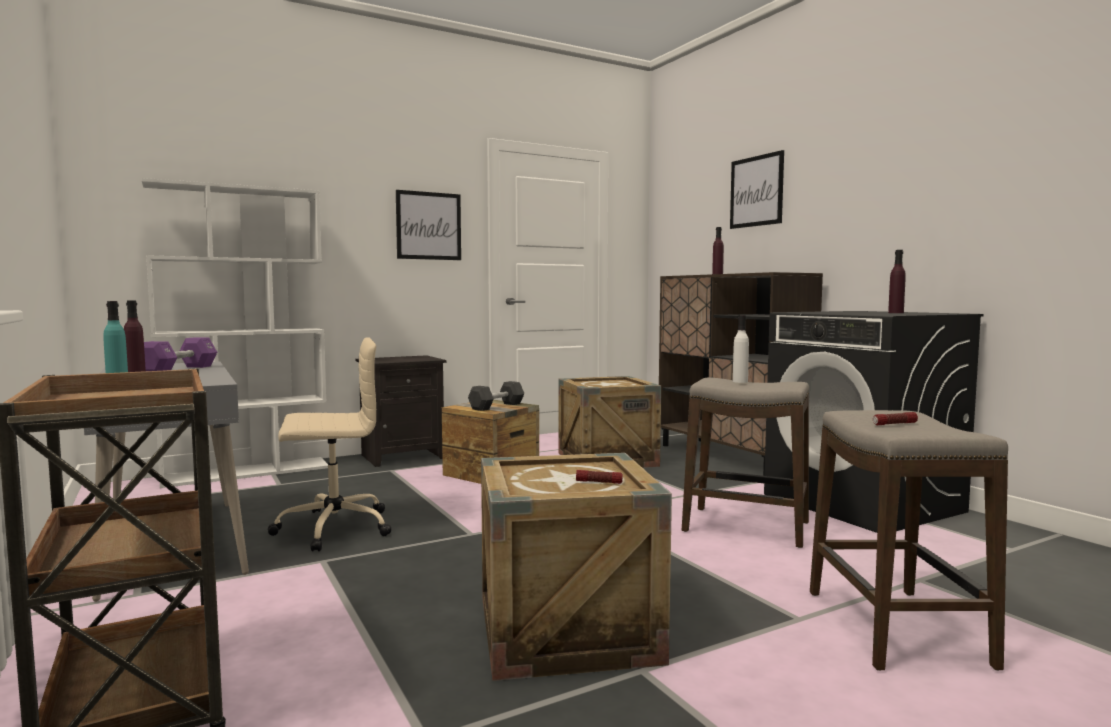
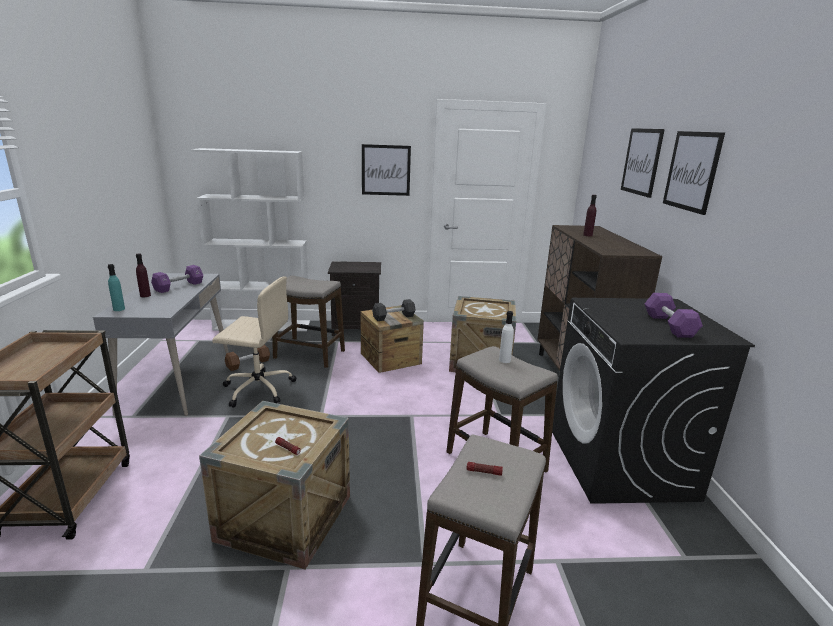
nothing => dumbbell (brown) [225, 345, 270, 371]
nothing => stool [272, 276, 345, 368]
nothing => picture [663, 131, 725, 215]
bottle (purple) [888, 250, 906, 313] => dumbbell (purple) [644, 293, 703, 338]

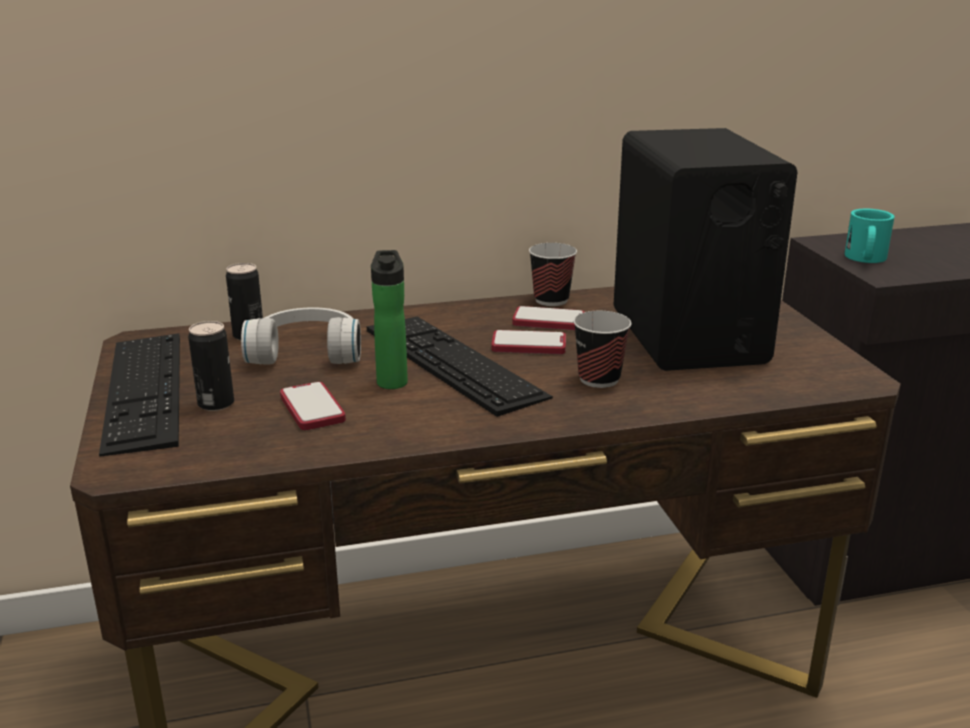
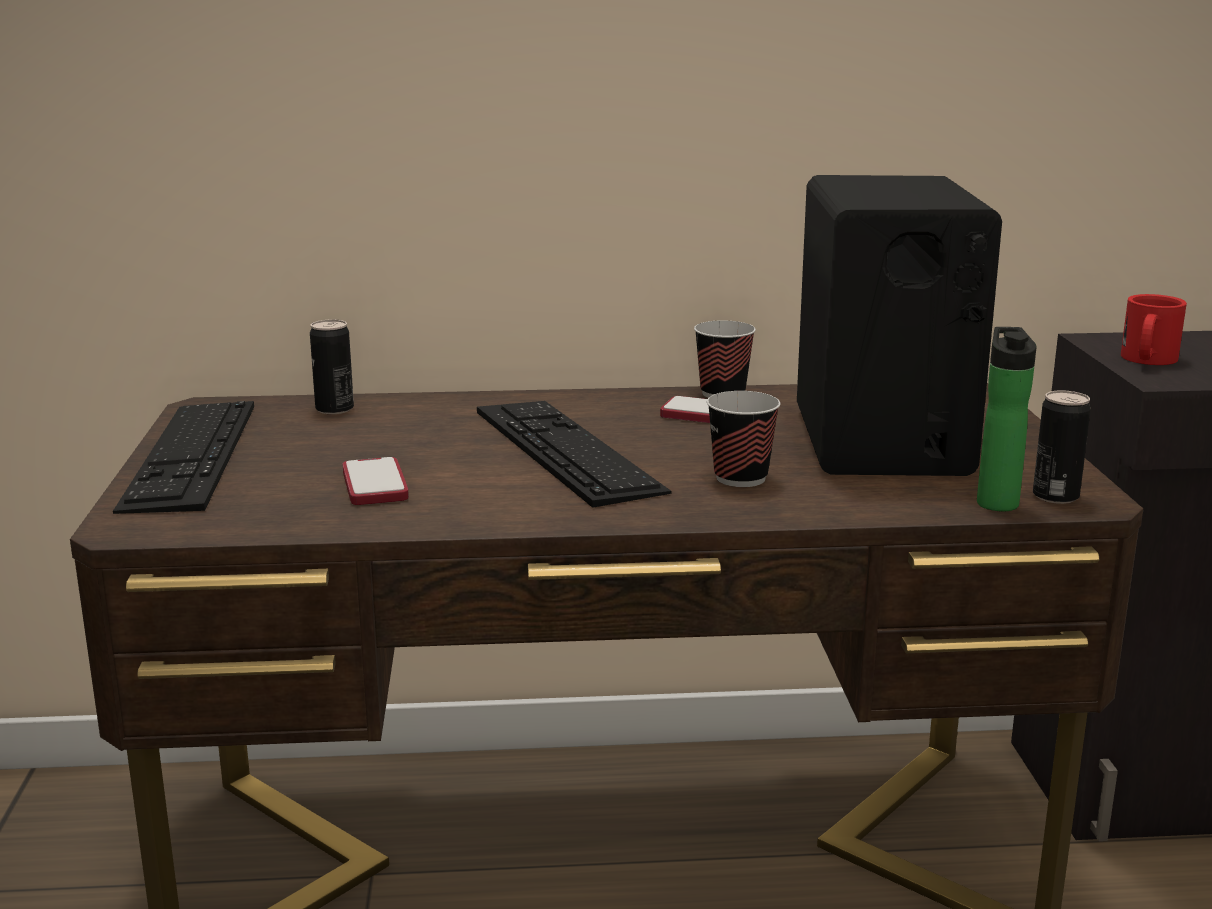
headphones (white) [241, 307, 361, 365] => nothing
phone [492, 330, 566, 354] => nothing
can [188, 321, 234, 411] => can [1033, 390, 1091, 504], moved
bottle [371, 250, 408, 389] => bottle [977, 327, 1037, 511], moved
mug (turquoise) [845, 209, 894, 263] => mug (red) [1121, 294, 1187, 365]

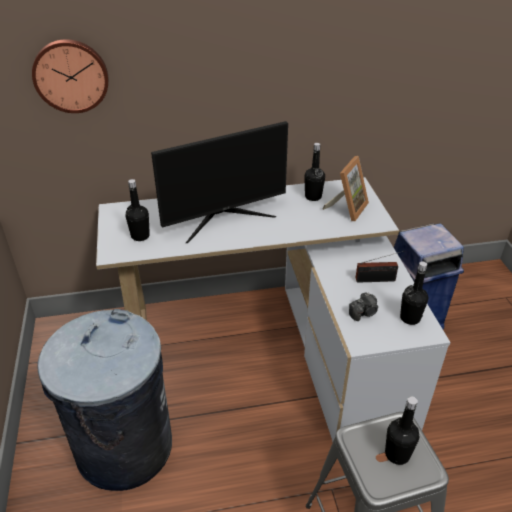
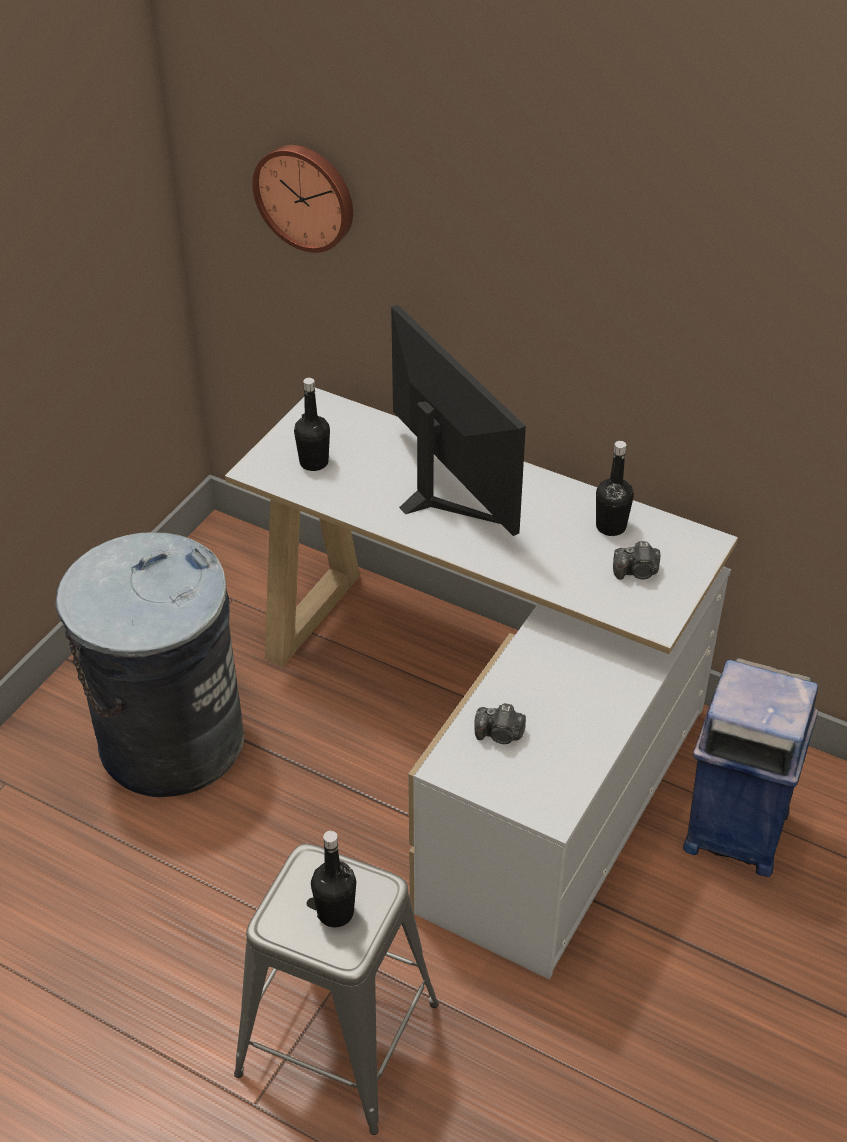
radio [355, 251, 404, 283] => nothing
bottle (black) [400, 261, 428, 325] => nothing
picture frame [323, 156, 369, 221] => photo camera [613, 541, 660, 580]
monitor [151, 121, 288, 243] => monitor [391, 305, 526, 536], 135 degrees counterclockwise

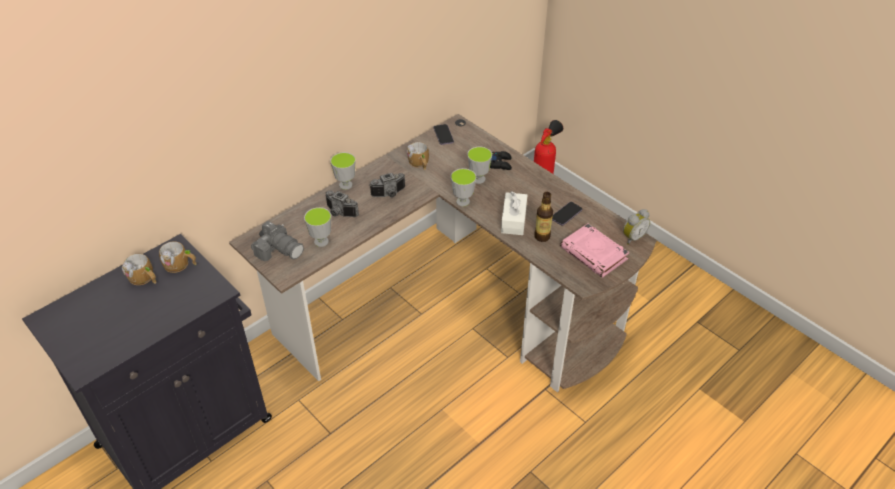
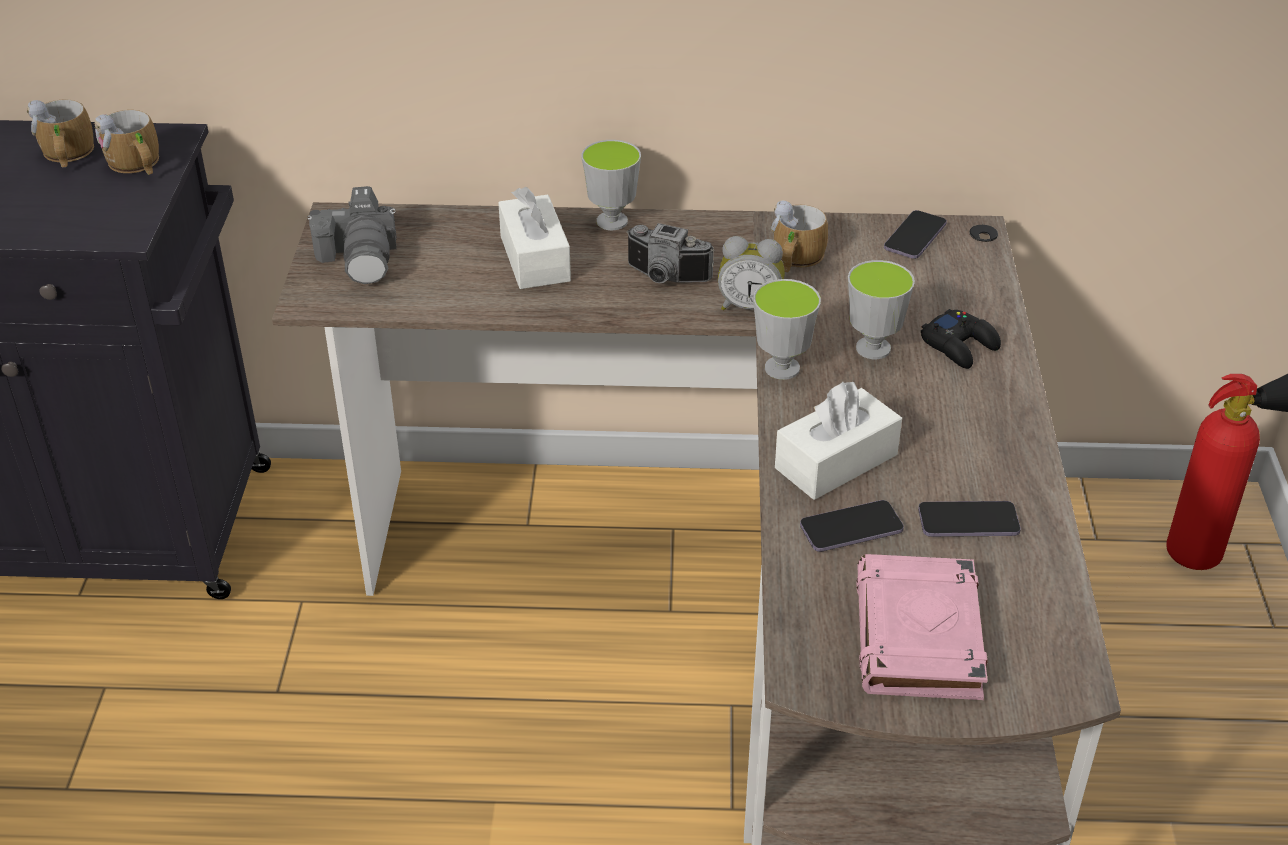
cup [304, 207, 331, 247] => nothing
alarm clock [623, 209, 650, 245] => alarm clock [718, 236, 785, 310], moved
photo camera [325, 190, 359, 217] => tissue box (white) [498, 187, 571, 289]
bottle [534, 192, 553, 242] => phone [800, 500, 904, 552]

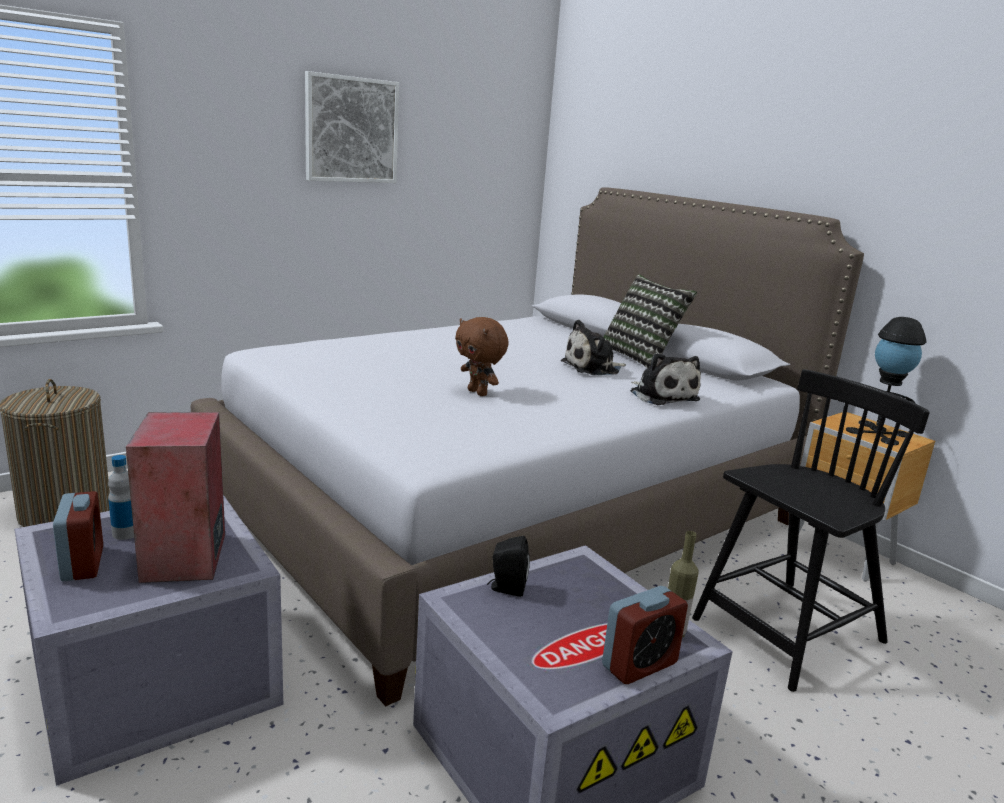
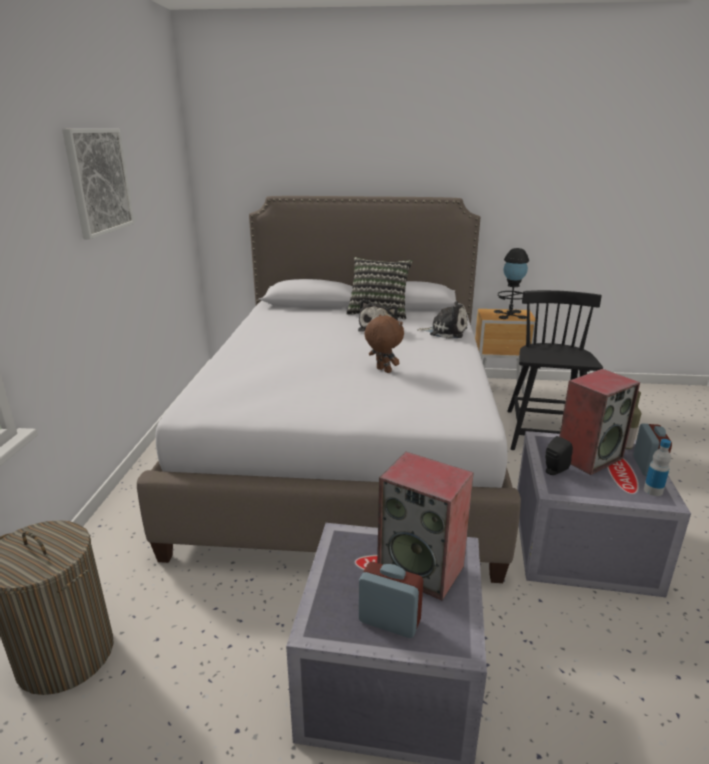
nothing => speaker [559, 369, 640, 475]
bottle [108, 455, 134, 540] => bottle [644, 439, 671, 496], moved
plush toy (brown) [455, 317, 509, 396] => plush toy (brown) [364, 315, 404, 373], 135 degrees counterclockwise

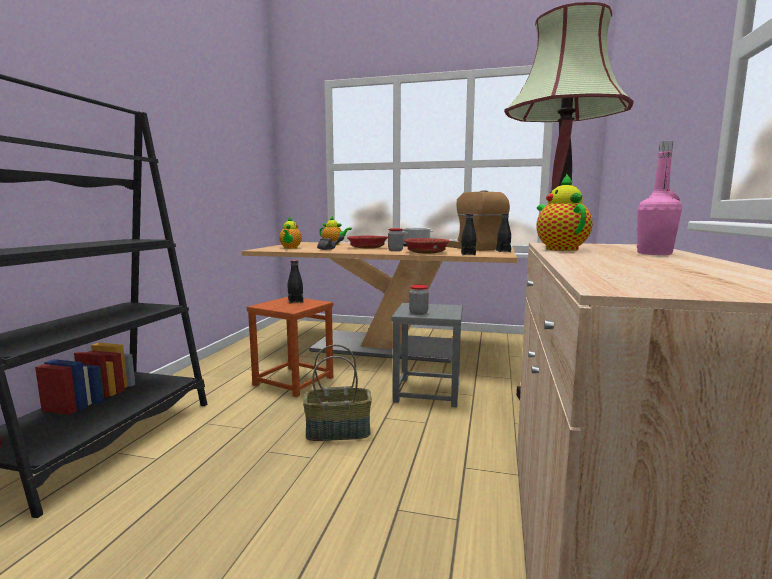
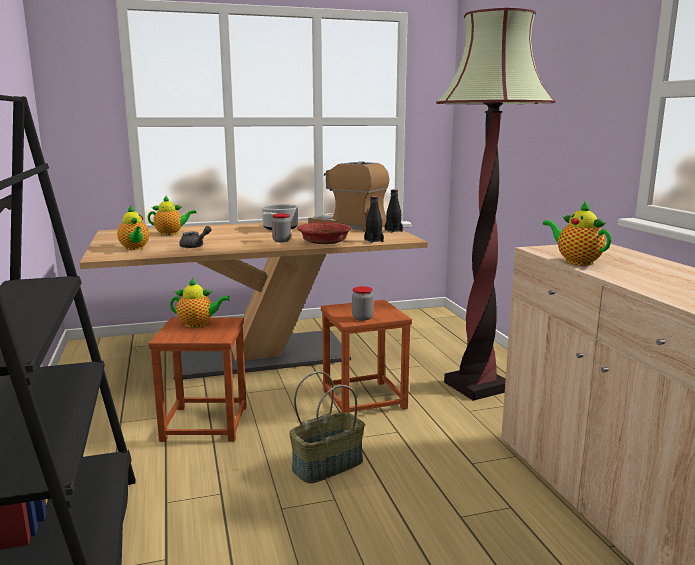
bowl (red) [347, 235, 388, 249] => nothing
bottle (pink) [637, 141, 682, 255] => nothing
bottle (black) [288, 260, 303, 303] => teapot [170, 278, 230, 328]
stool (grey) [392, 303, 463, 408] => stool (brown) [321, 300, 412, 413]

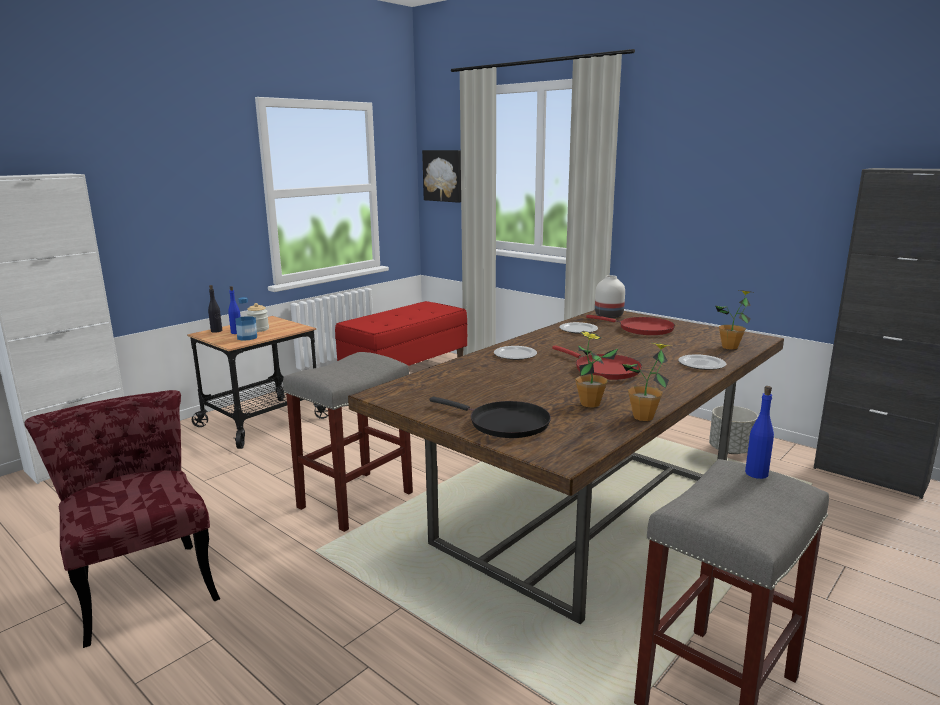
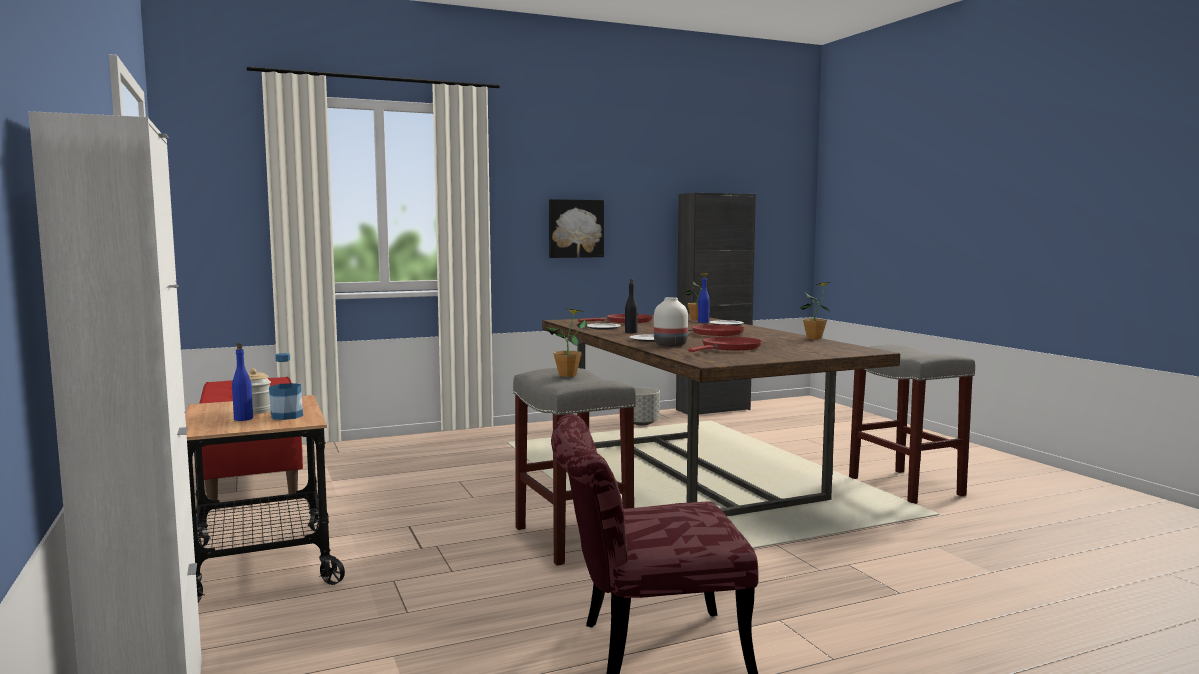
frying pan (black) [429, 397, 551, 438] => nothing
nothing => frying pan (red) [688, 337, 762, 352]
bottle (black) [208, 285, 222, 333] => bottle (black) [625, 279, 638, 333], moved
picture [422, 150, 461, 203] => picture [549, 199, 604, 258], moved
potted plant [575, 331, 618, 407] => potted plant [546, 309, 588, 377], moved
vase (white) [595, 275, 625, 318] => vase (white) [654, 297, 688, 347], moved
bottle (blue) [745, 386, 774, 479] => bottle (blue) [698, 274, 710, 323], moved

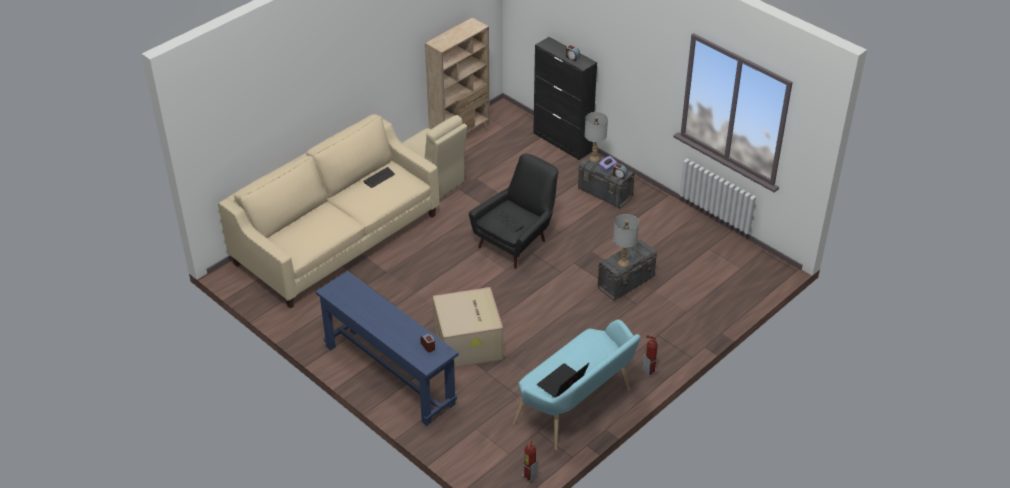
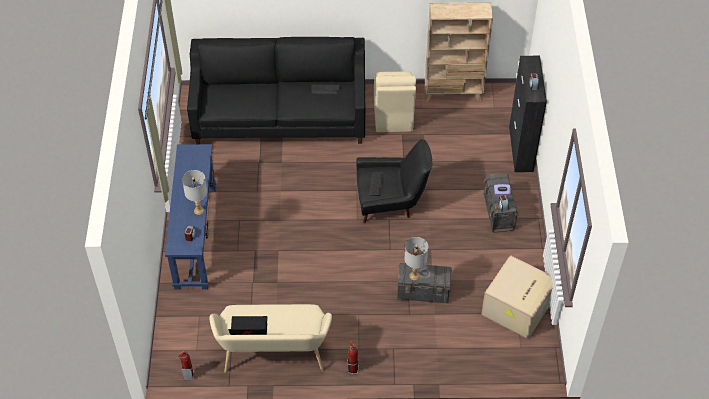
cardboard box [433, 287, 503, 368] => cardboard box [481, 255, 553, 339], moved
table lamp (grey) [585, 112, 608, 162] => table lamp (grey) [182, 170, 207, 215], moved
sofa (beige) [218, 114, 440, 309] => sofa (black) [187, 37, 365, 144]
bench (turquoise) [513, 320, 641, 451] => bench (beige) [209, 304, 332, 373]

